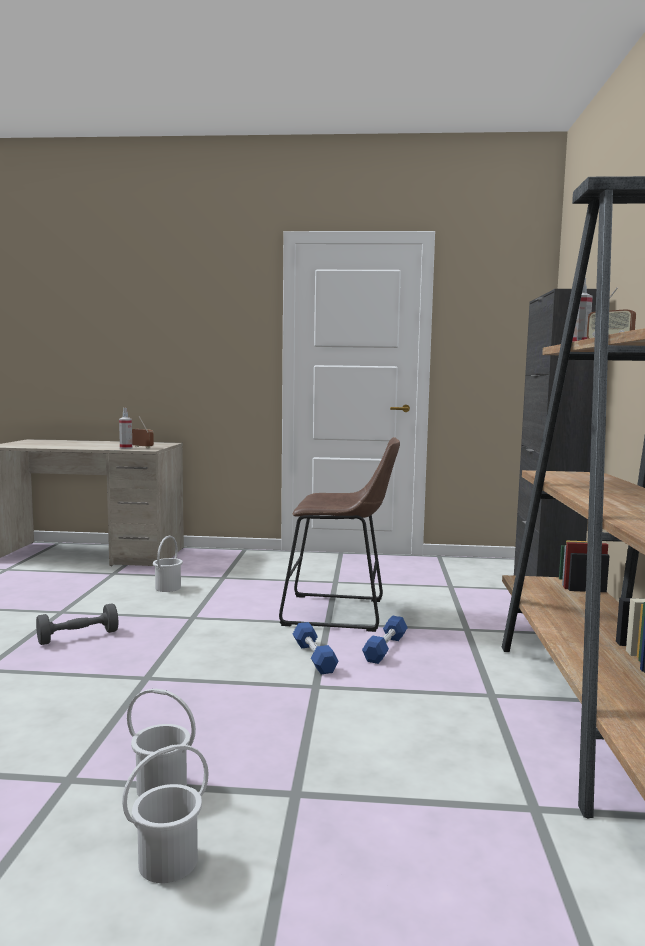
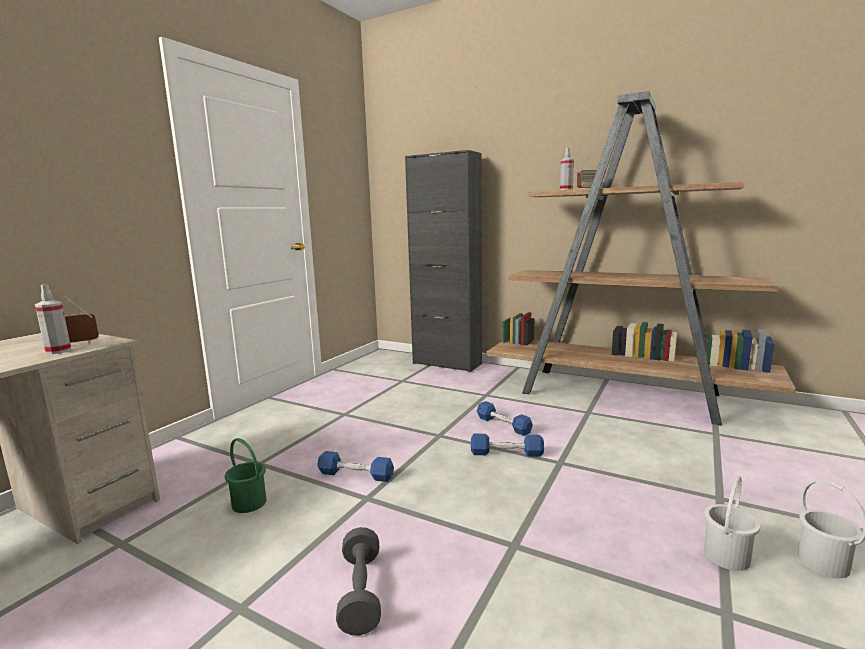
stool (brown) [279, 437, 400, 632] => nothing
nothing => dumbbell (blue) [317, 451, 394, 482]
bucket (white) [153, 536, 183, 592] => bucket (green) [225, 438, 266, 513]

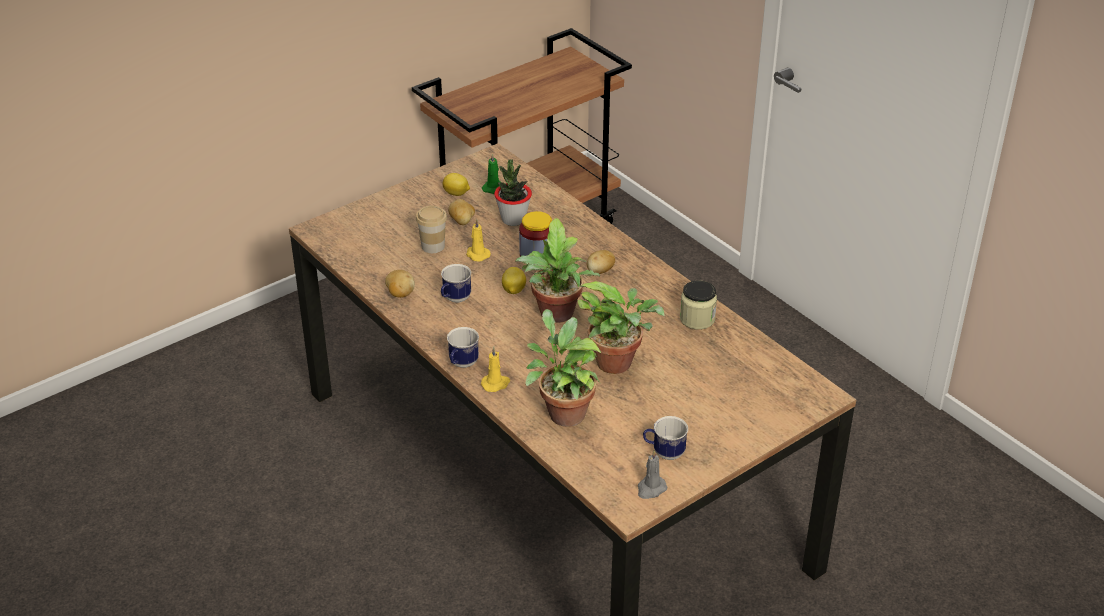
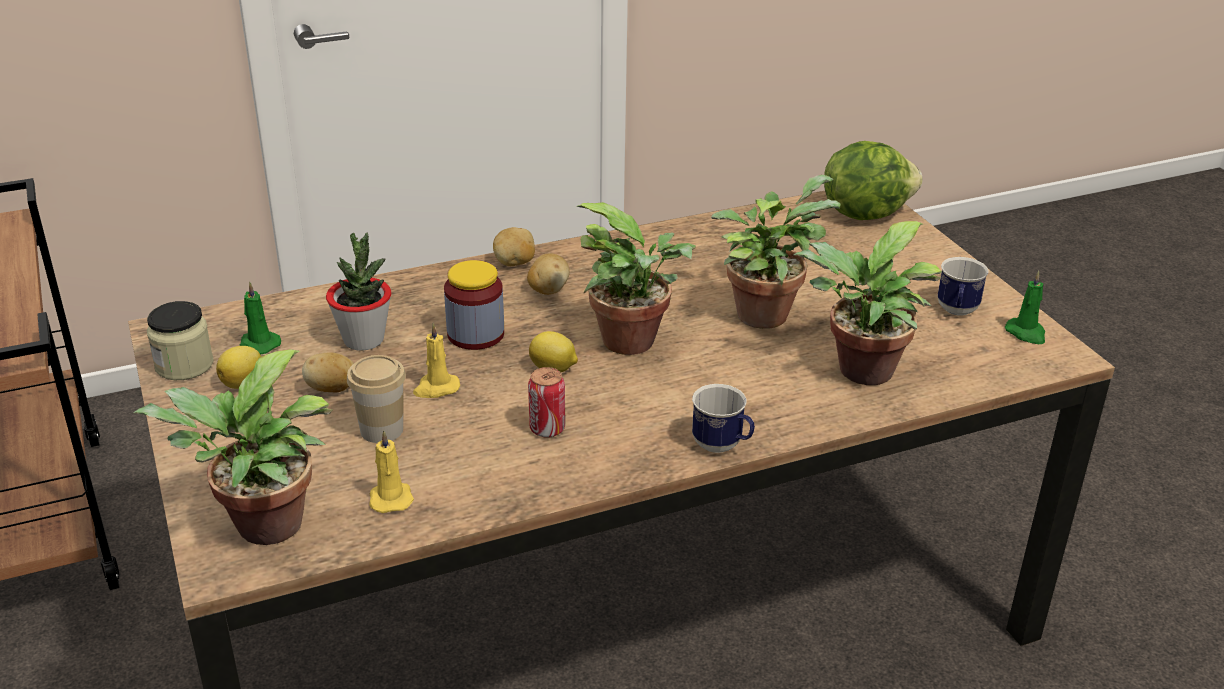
nothing => potted plant [133, 349, 332, 545]
nothing => lettuce [824, 141, 923, 220]
potato [385, 270, 415, 298] => potato [493, 227, 535, 266], moved
candle (yellow) [481, 347, 510, 392] => candle (yellow) [369, 430, 414, 513], moved
jar [680, 280, 717, 330] => jar [147, 301, 214, 380], moved
mug [441, 264, 471, 303] => can [528, 367, 565, 438]
candle (grey) [638, 450, 667, 499] => candle (green) [1005, 271, 1046, 344]

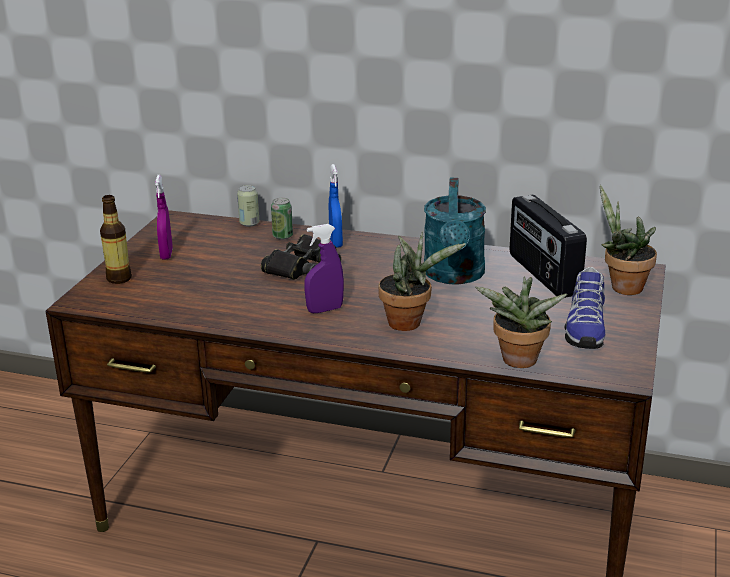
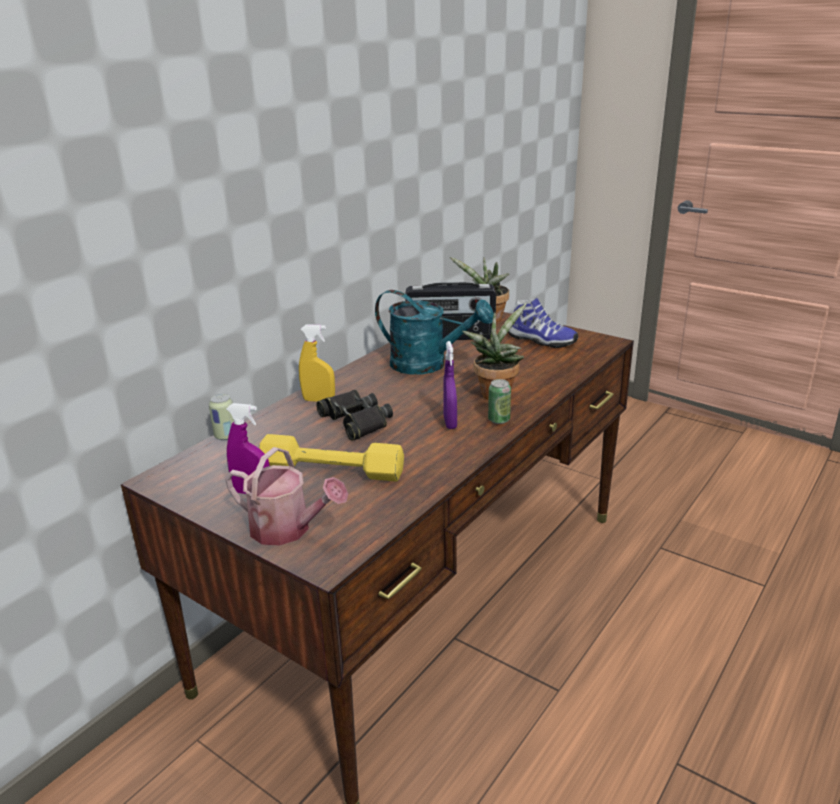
potted plant [475, 276, 567, 368] => nothing
nothing => dumbbell (yellow) [259, 434, 404, 481]
can [271, 198, 293, 240] => can [488, 379, 511, 424], moved
bottle [100, 195, 132, 284] => watering can [225, 447, 348, 546]
spray bottle (blue) [329, 164, 343, 248] => spray bottle (yellow) [299, 324, 335, 402]

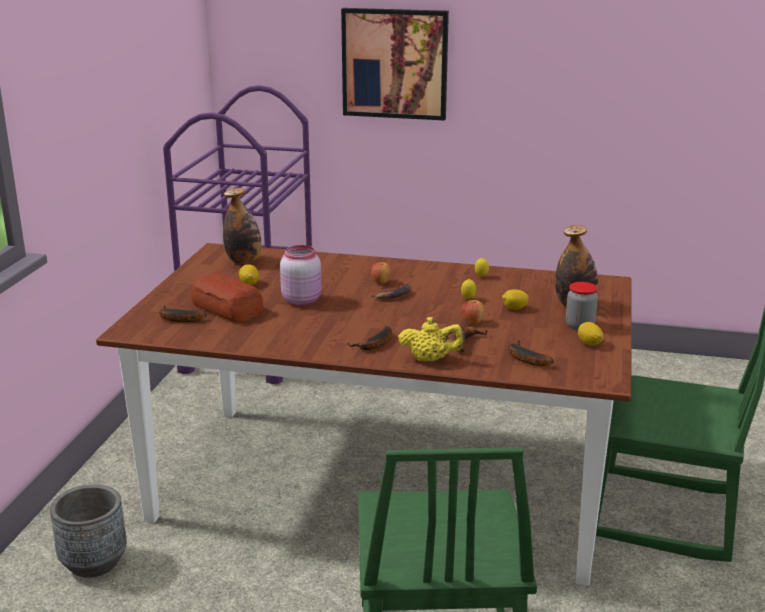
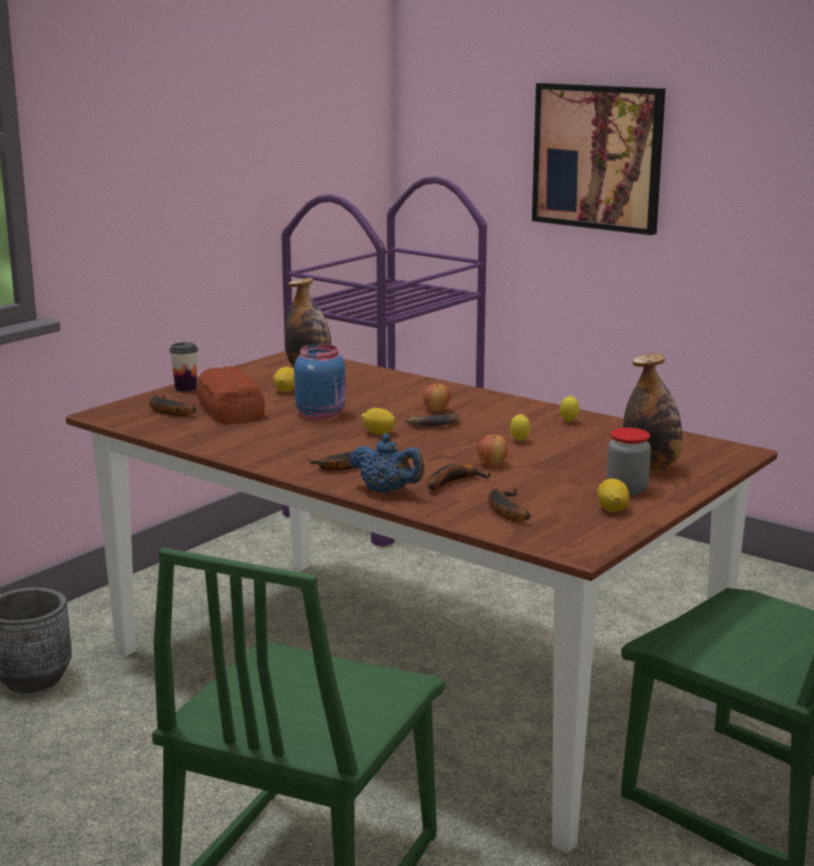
nothing => cup [169, 342, 198, 392]
lemon [502, 290, 529, 310] => lemon [361, 408, 396, 435], moved
jar (pink) [280, 245, 322, 306] => jar (blue) [294, 344, 346, 419]
teapot (yellow) [398, 317, 464, 362] => teapot (blue) [349, 434, 425, 494]

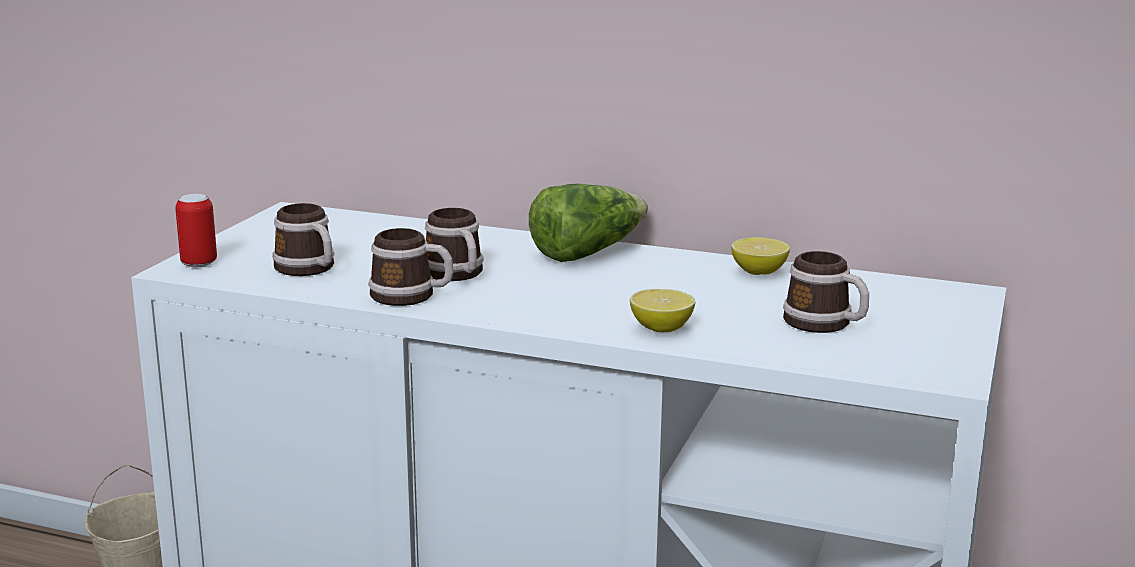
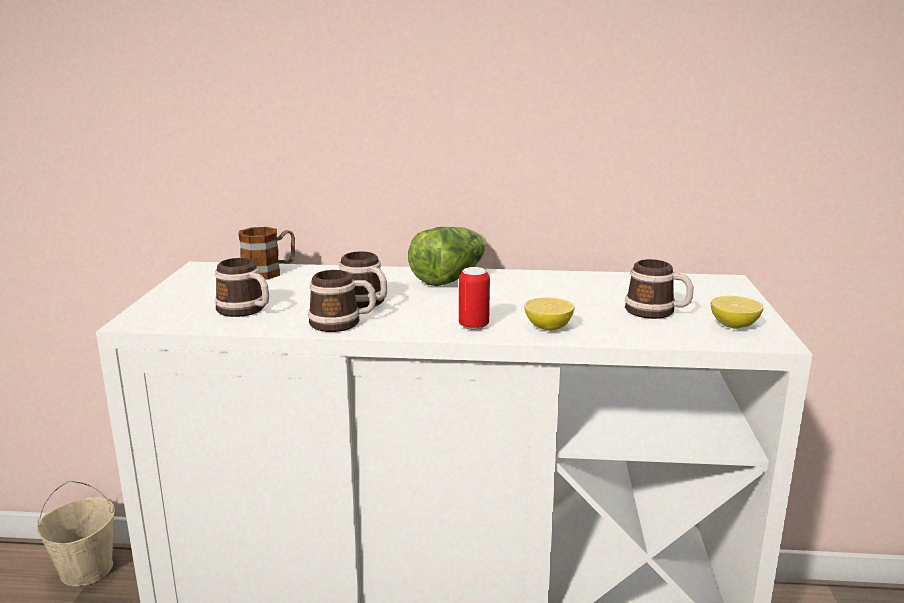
nothing => mug [238, 227, 295, 280]
can [175, 194, 217, 267] => can [459, 267, 490, 330], moved
lemon [731, 237, 790, 275] => lemon [711, 296, 763, 329], moved

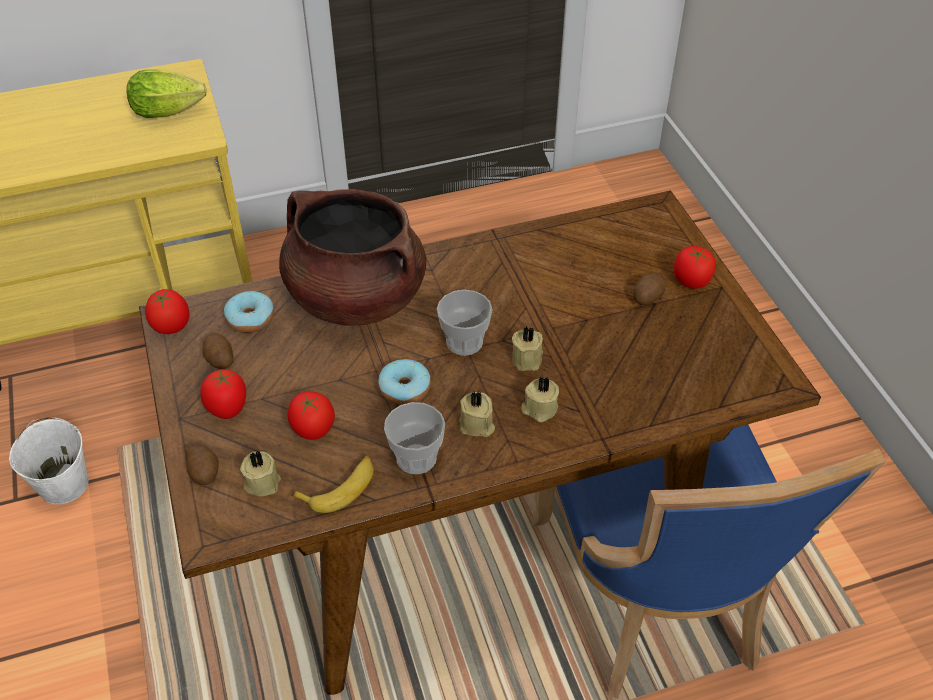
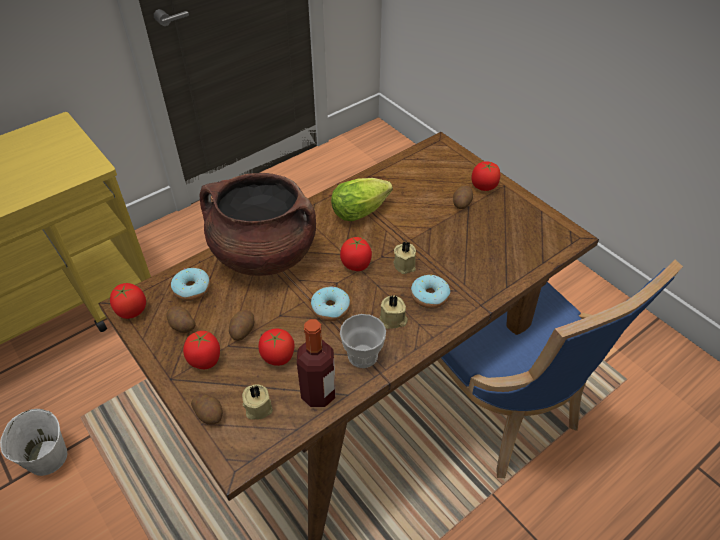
nothing => potato [229, 310, 254, 341]
lettuce [126, 69, 207, 118] => lettuce [331, 178, 393, 221], moved
banana [291, 456, 374, 513] => bottle [297, 319, 335, 407]
cup [437, 290, 493, 356] => tomato [340, 237, 372, 271]
candle (beige) [521, 377, 559, 422] => donut [411, 275, 450, 309]

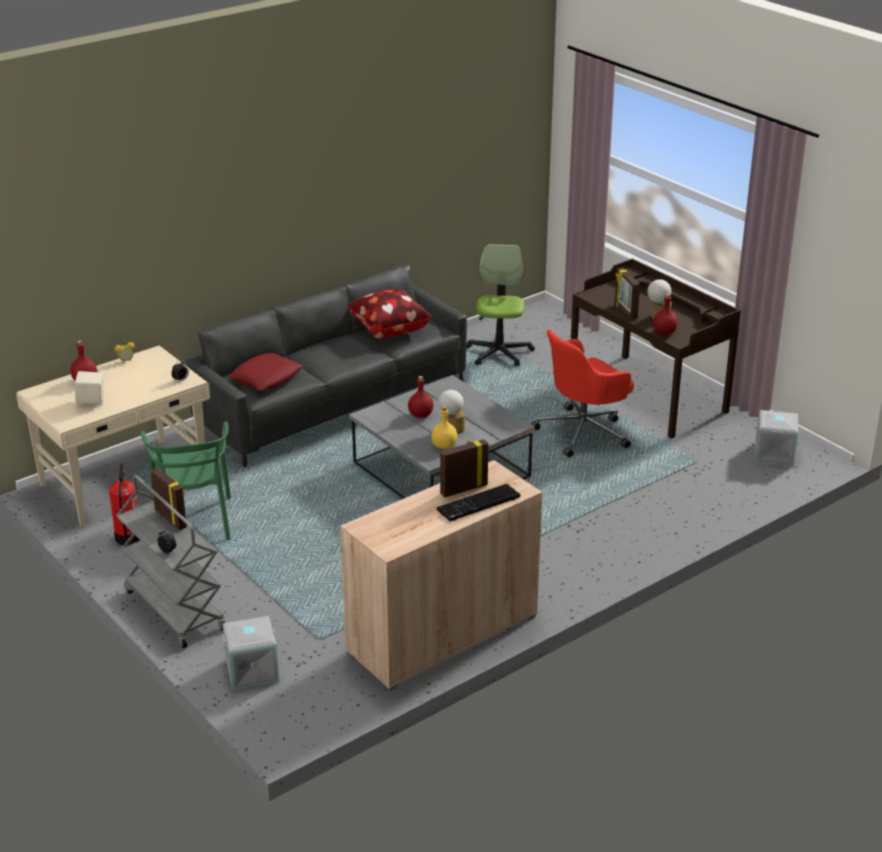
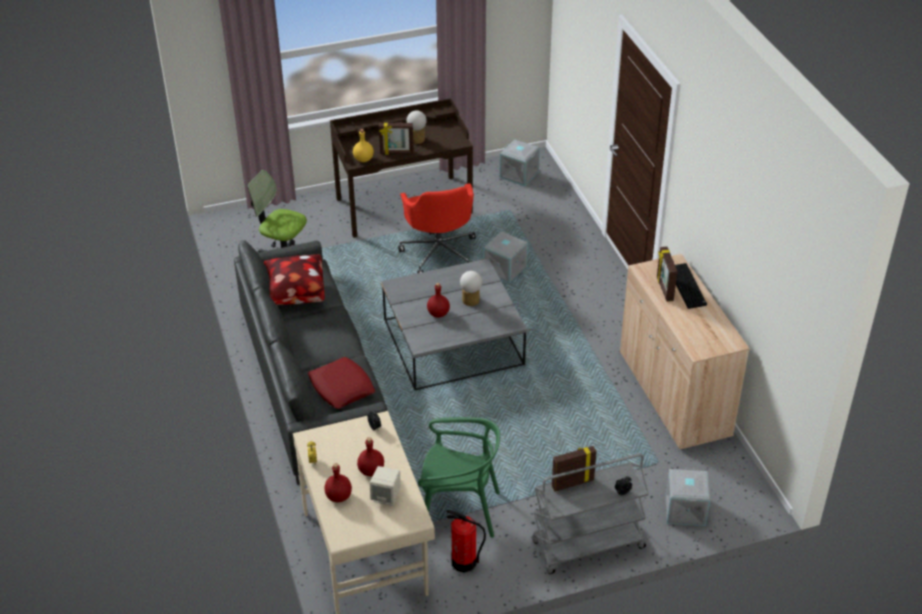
nothing => storage box (grey) [483, 231, 528, 283]
bottle (yellow) [431, 406, 457, 449] => bottle (yellow) [353, 129, 374, 162], moved
bottle (red) [653, 294, 678, 335] => bottle (red) [357, 437, 384, 476], moved

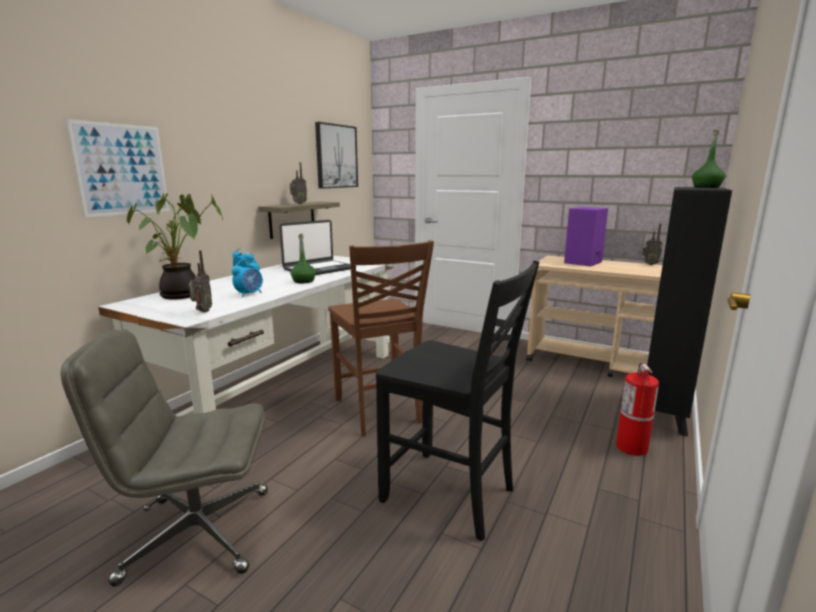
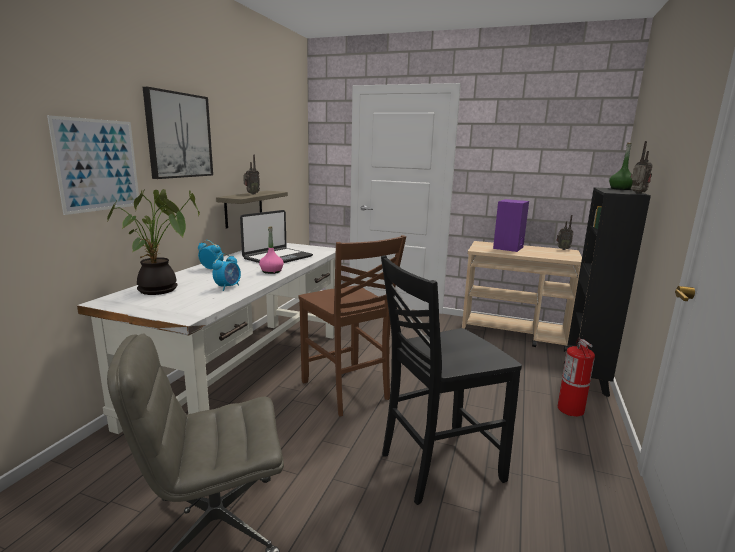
radio [189, 250, 212, 312] => radio [630, 141, 653, 194], moved
picture [315, 122, 358, 189] => picture [143, 87, 213, 179], moved
bottle (green) [291, 234, 316, 283] => bottle (pink) [259, 226, 284, 274]
chair (black) [376, 260, 539, 541] => chair (black) [381, 255, 522, 505], 135 degrees clockwise

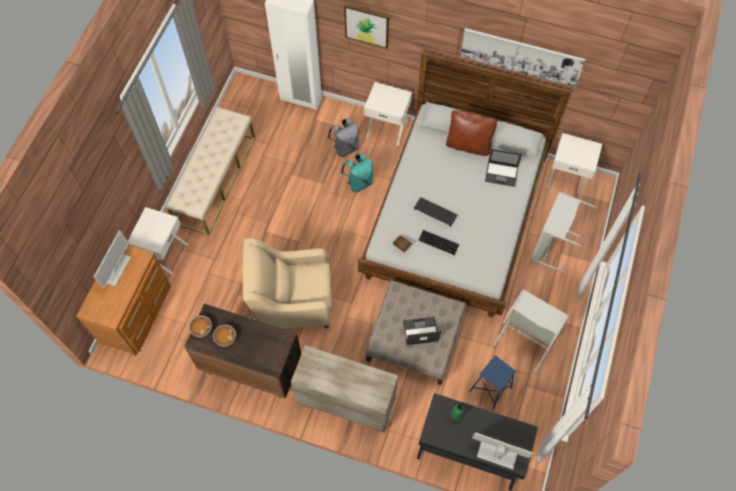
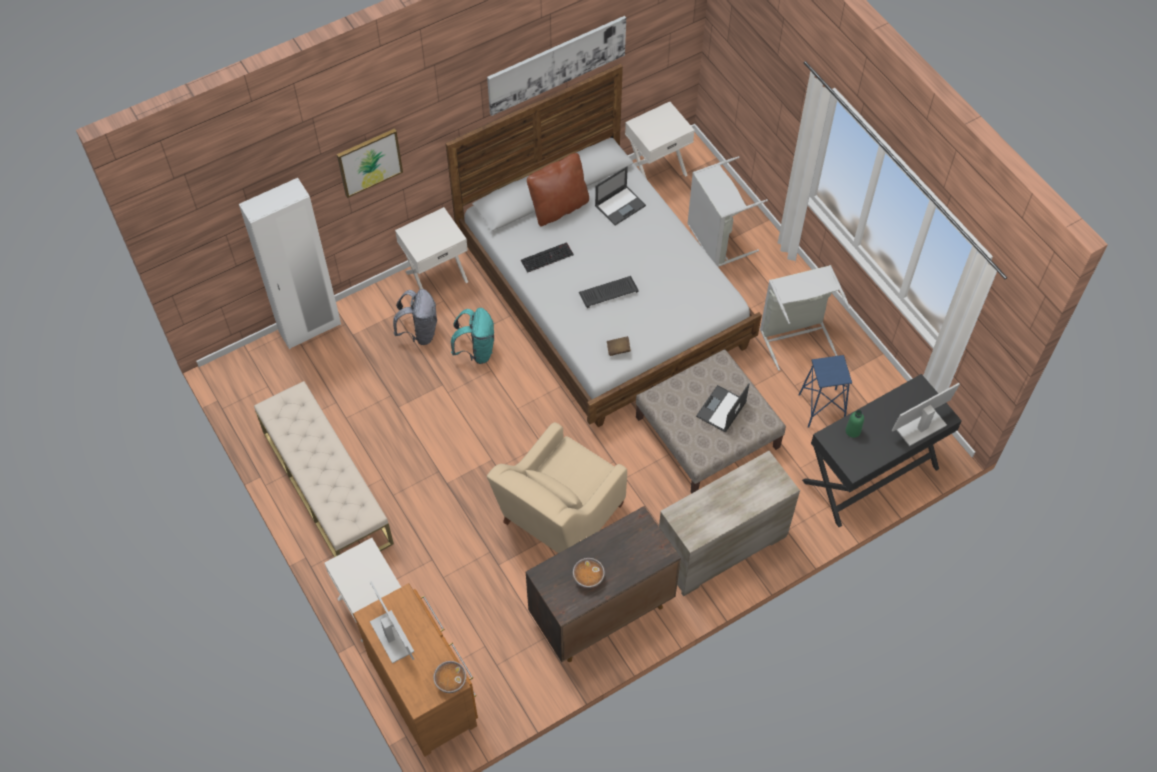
bowl [189, 315, 212, 337] => bowl [433, 661, 466, 693], moved
keyboard [418, 230, 459, 255] => keyboard [521, 242, 574, 273], moved

